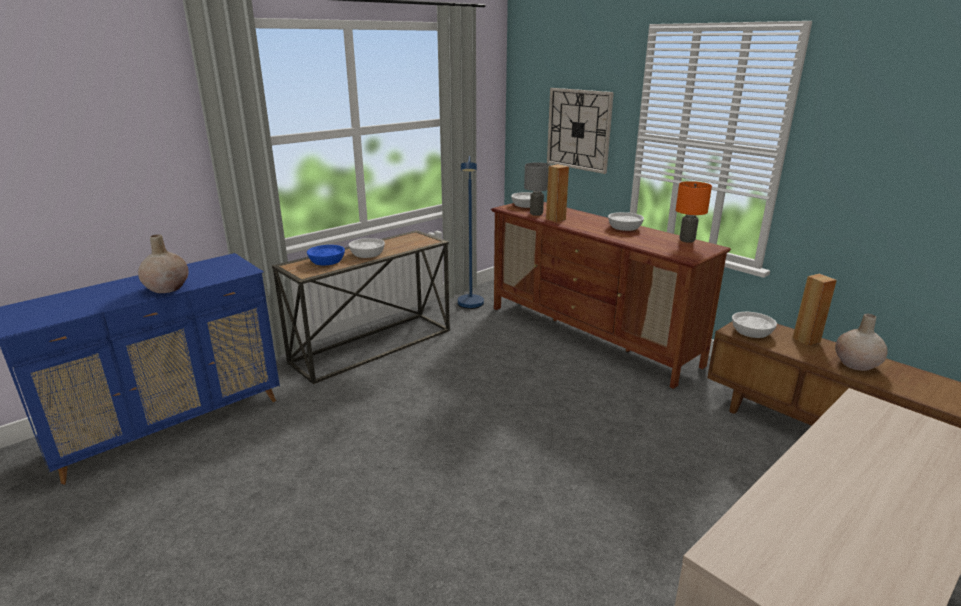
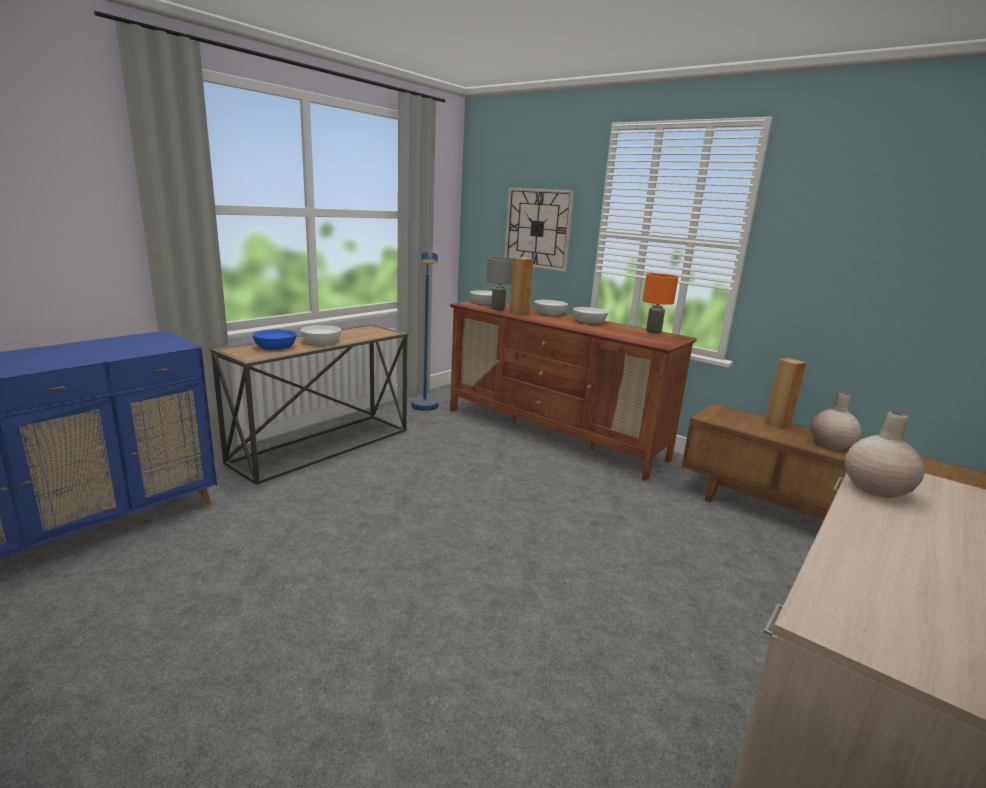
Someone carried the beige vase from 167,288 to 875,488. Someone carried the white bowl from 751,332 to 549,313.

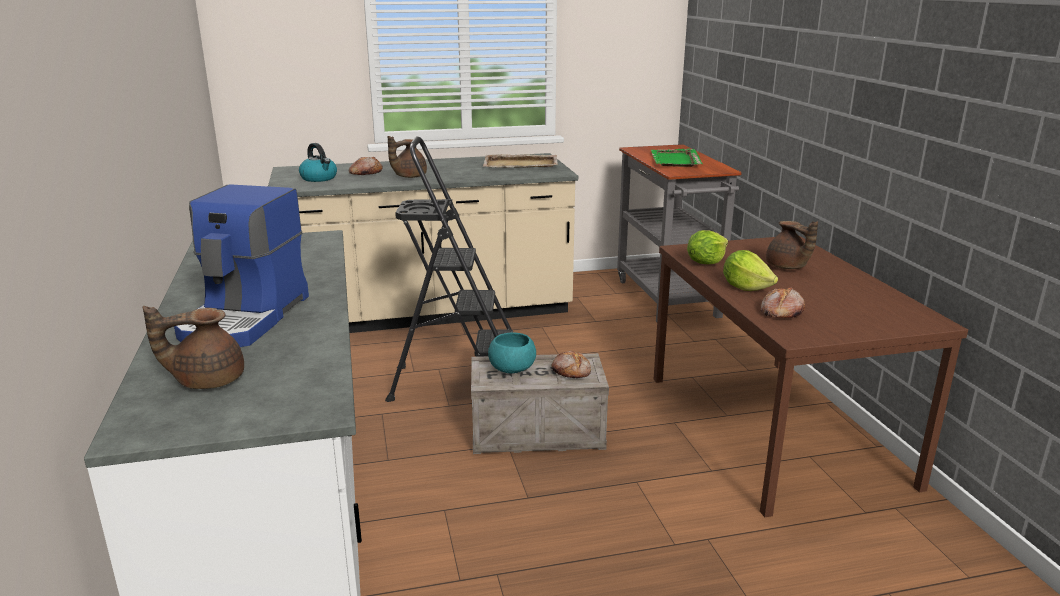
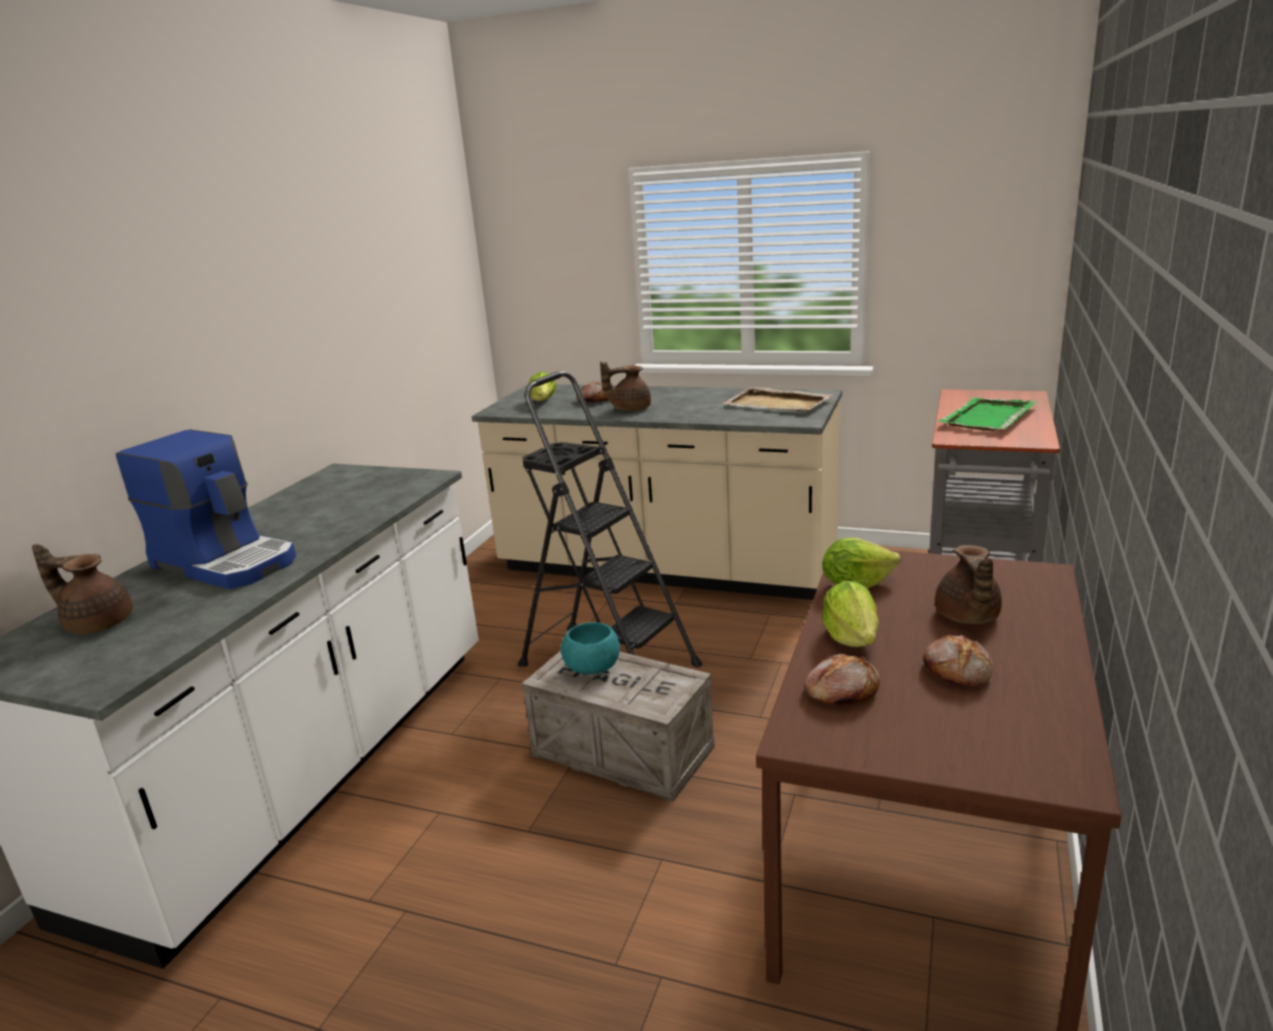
Someone rotated the coffee machine at 247,318 by 105 degrees counterclockwise. Someone swapped the kettle at 319,178 for the lettuce at 543,402. Someone carried the bread from 571,371 to 958,670.

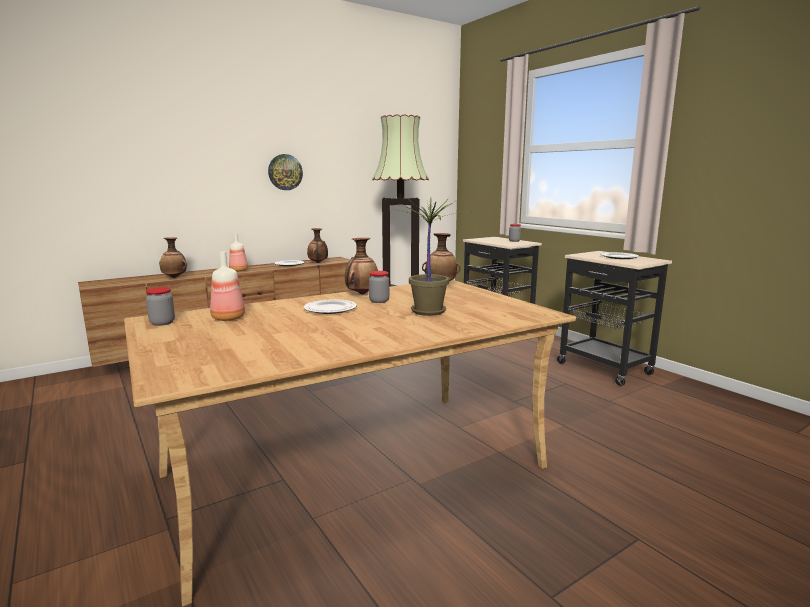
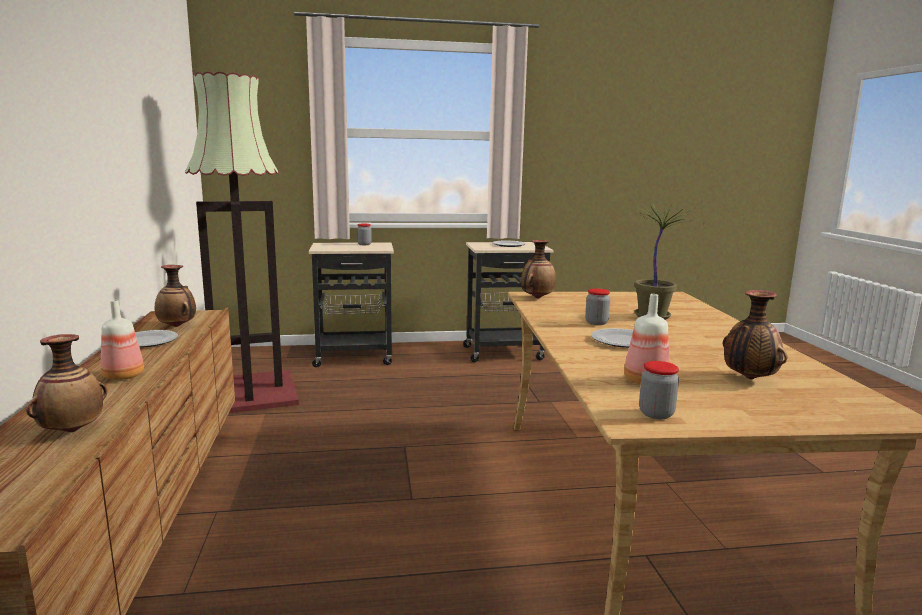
Someone took away the wall clock at 285,172. Someone carried the vase from 361,294 to 748,378.

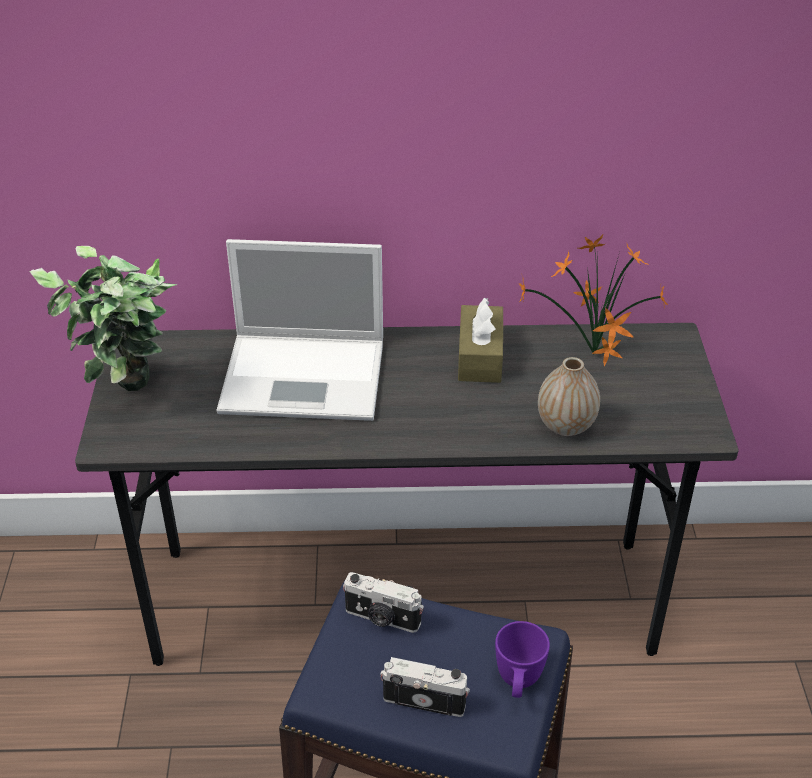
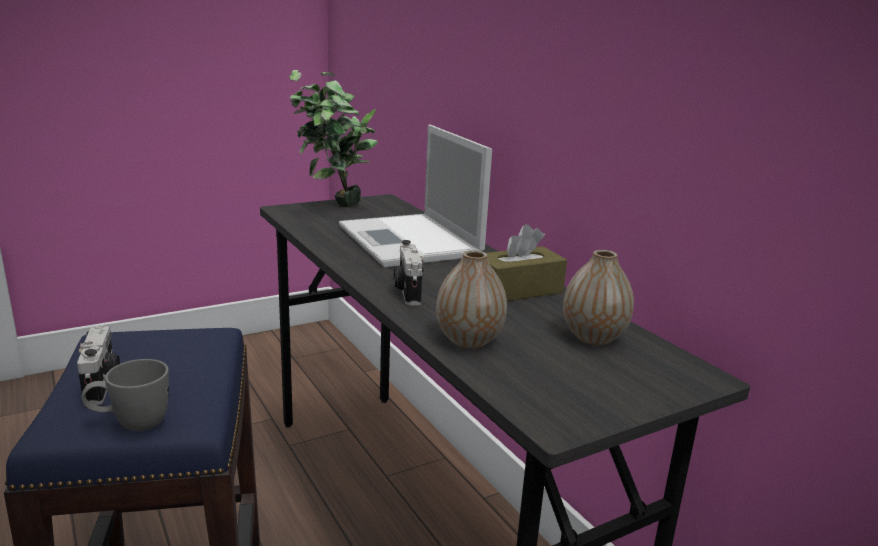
Someone carried the photo camera from 382,618 to 407,291. Someone repainted the purple mug at 518,684, which became the grey mug at 131,425. Someone swapped the potted plant at 593,357 for the vase at 593,337.

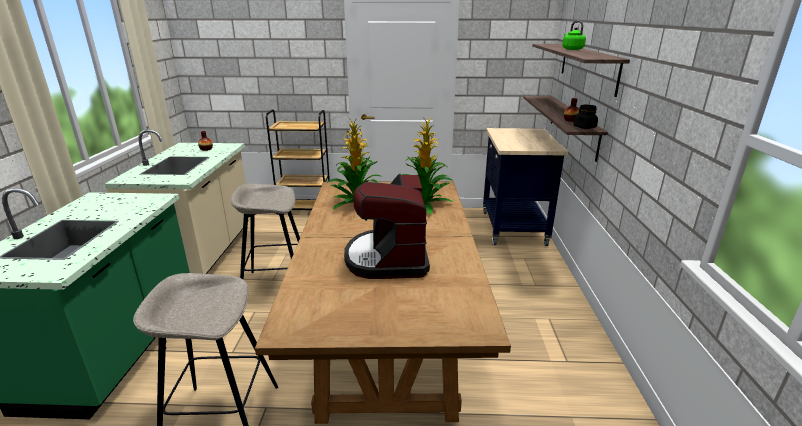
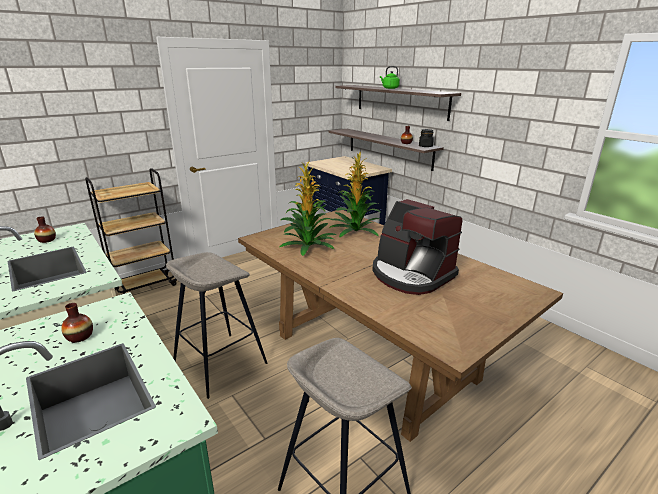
Someone put down the vase at 80,336.

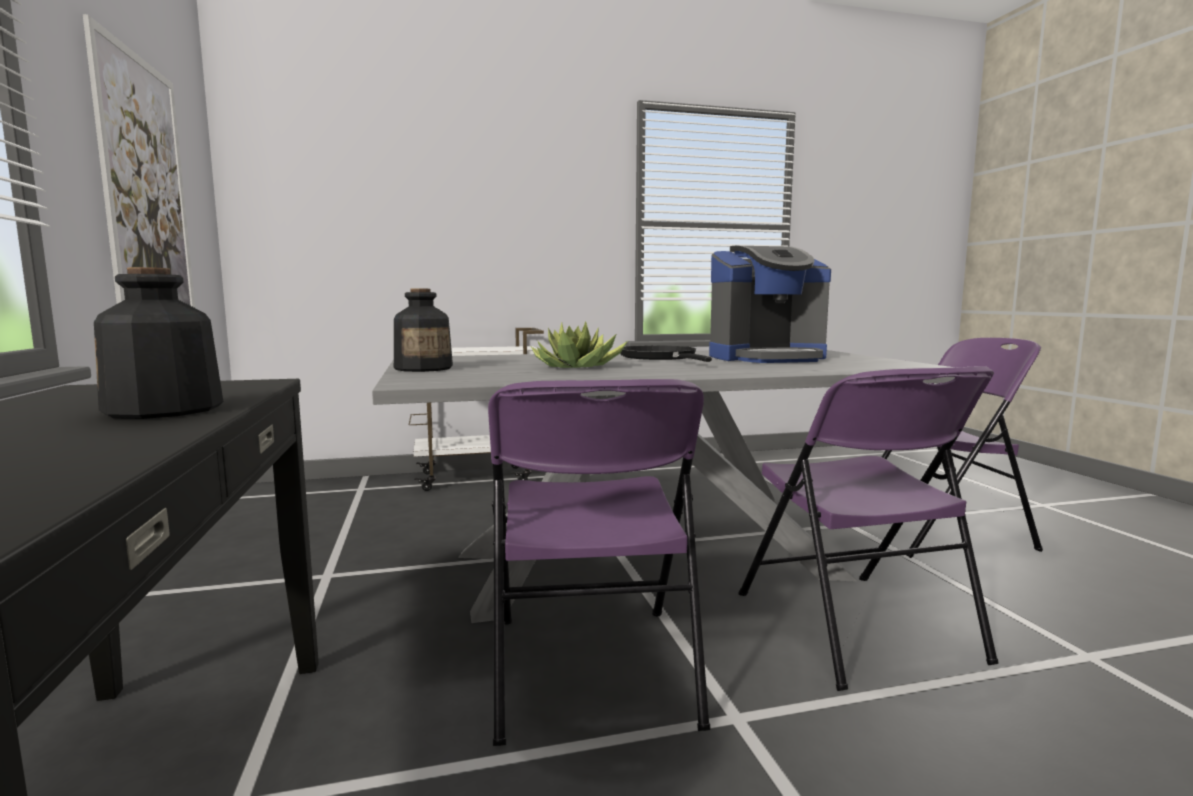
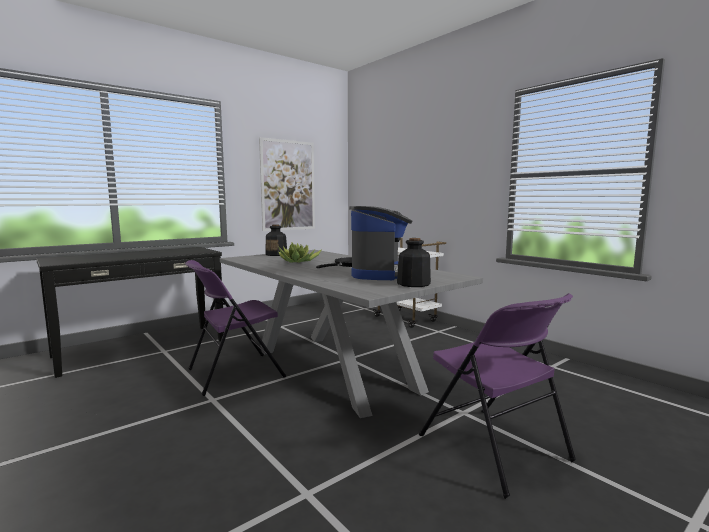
Someone carried the bottle from 164,410 to 413,284. Someone rotated the coffee machine at 766,358 by 135 degrees counterclockwise. Someone took away the purple chair at 854,626.

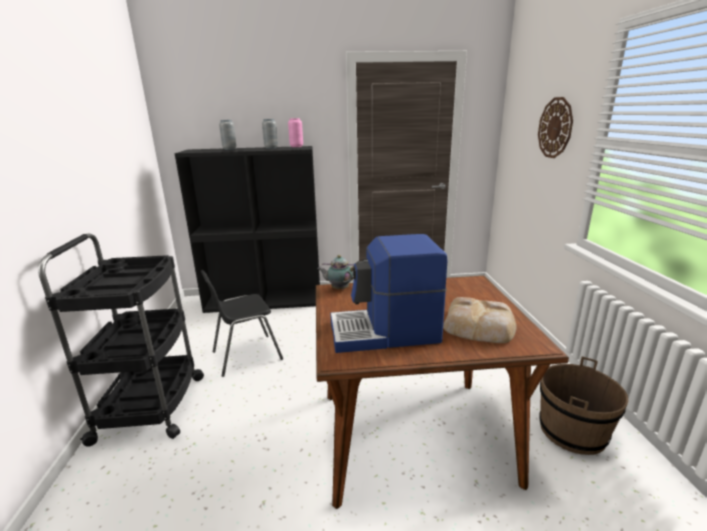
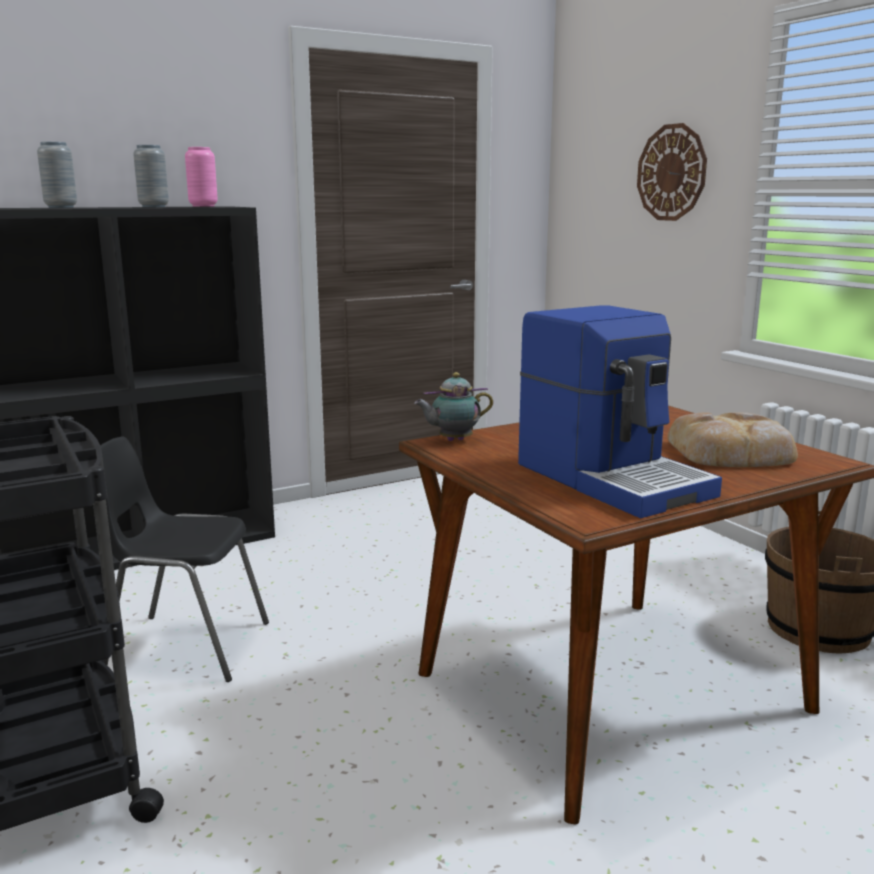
Someone rotated the black chair at 246,355 by 60 degrees clockwise. Someone rotated the coffee machine at 385,332 by 90 degrees counterclockwise.

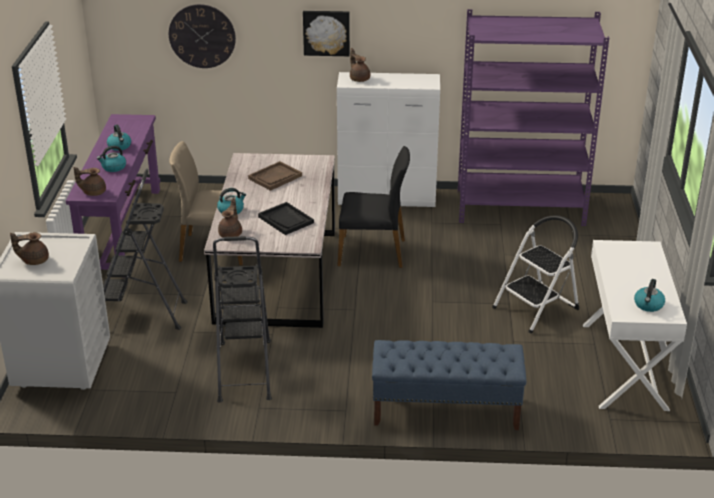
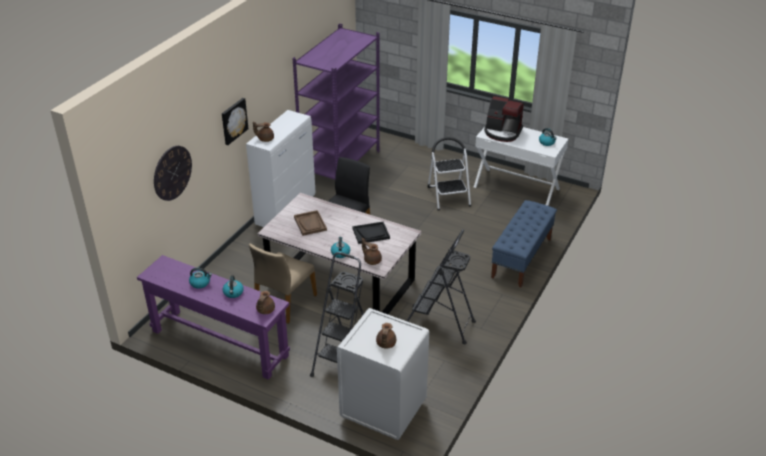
Someone put down the coffee machine at 502,132.

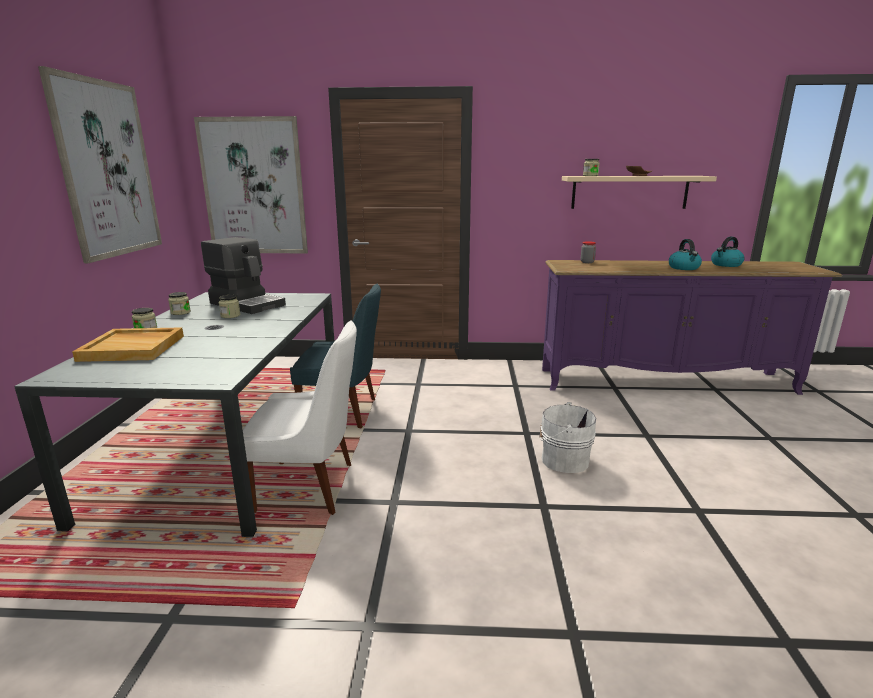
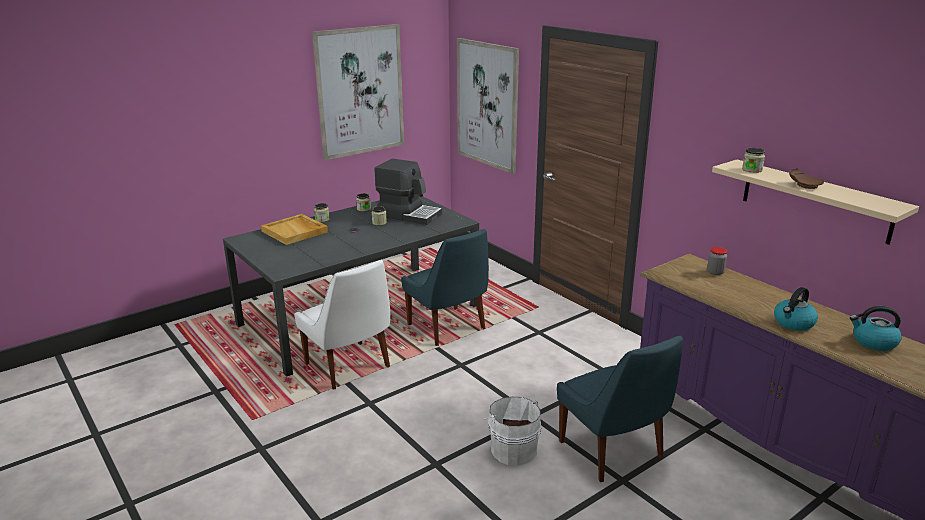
Someone rotated the coffee machine at 247,304 by 60 degrees counterclockwise. Someone put down the blue chair at 613,452.

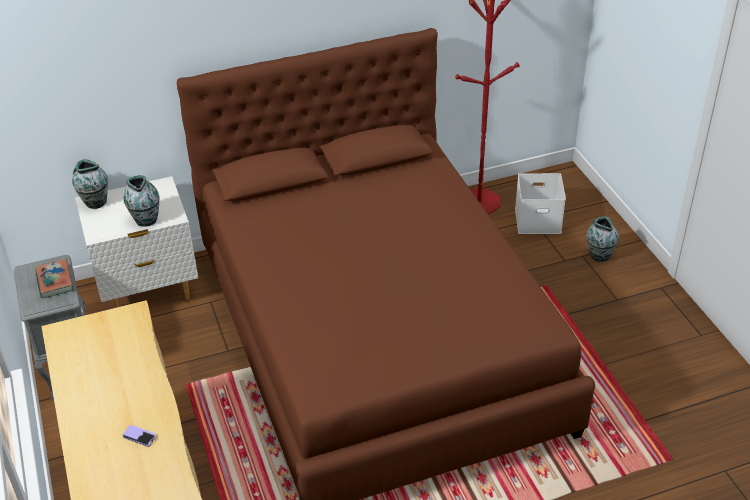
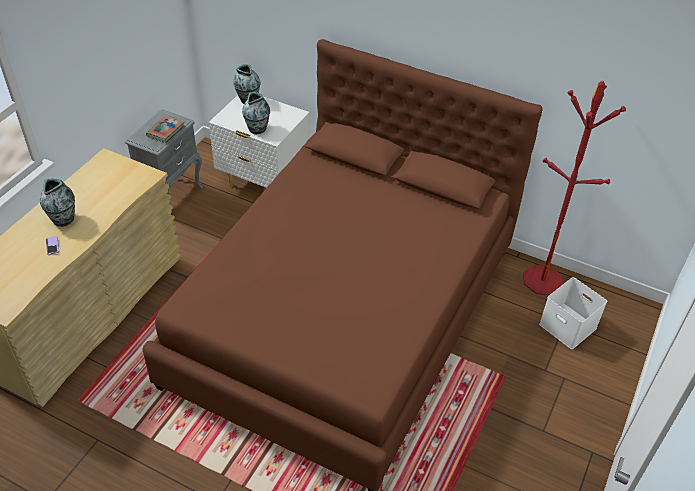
Someone carried the vase from 599,255 to 63,219.

